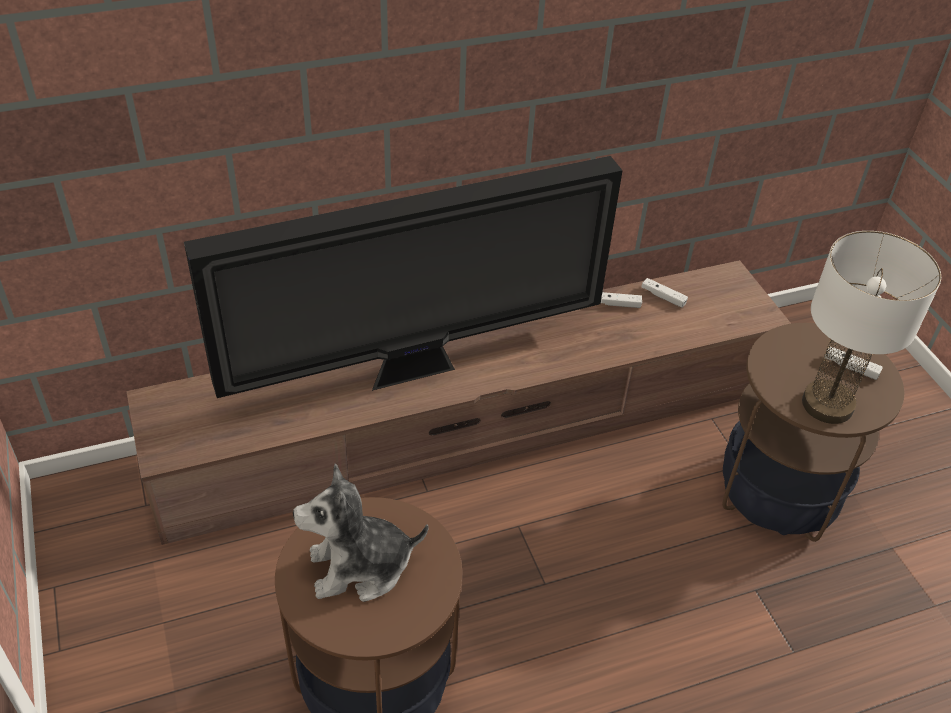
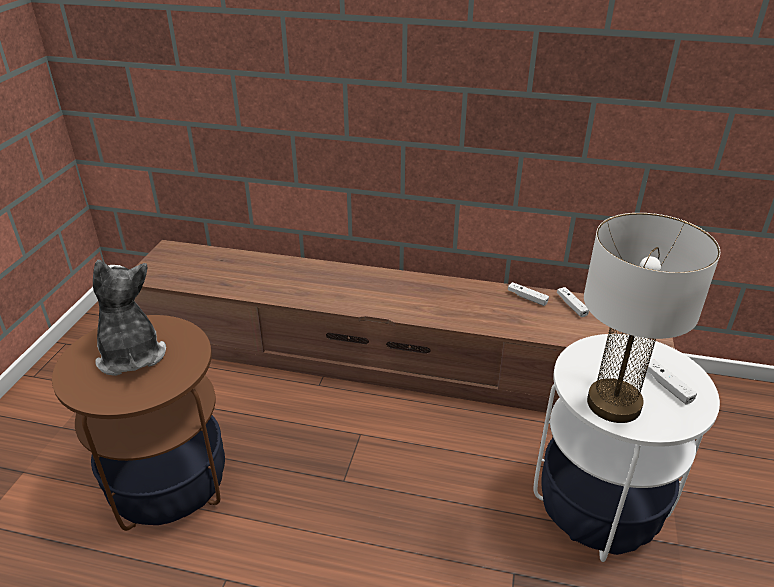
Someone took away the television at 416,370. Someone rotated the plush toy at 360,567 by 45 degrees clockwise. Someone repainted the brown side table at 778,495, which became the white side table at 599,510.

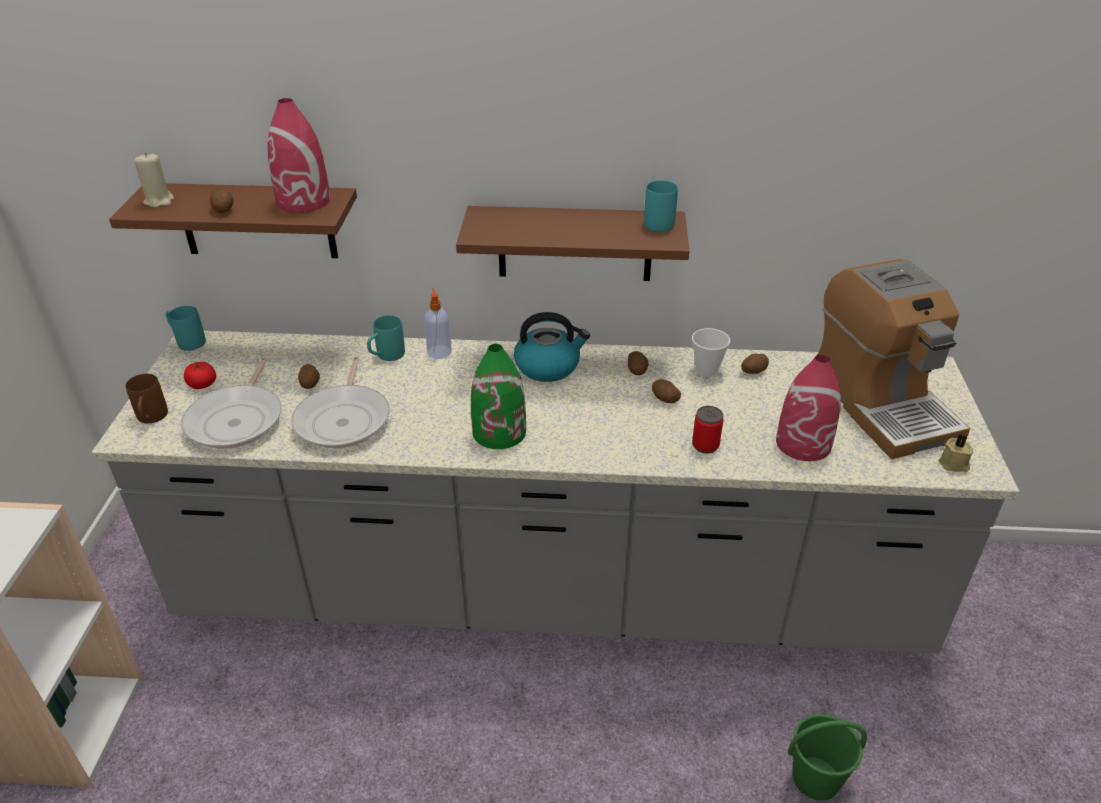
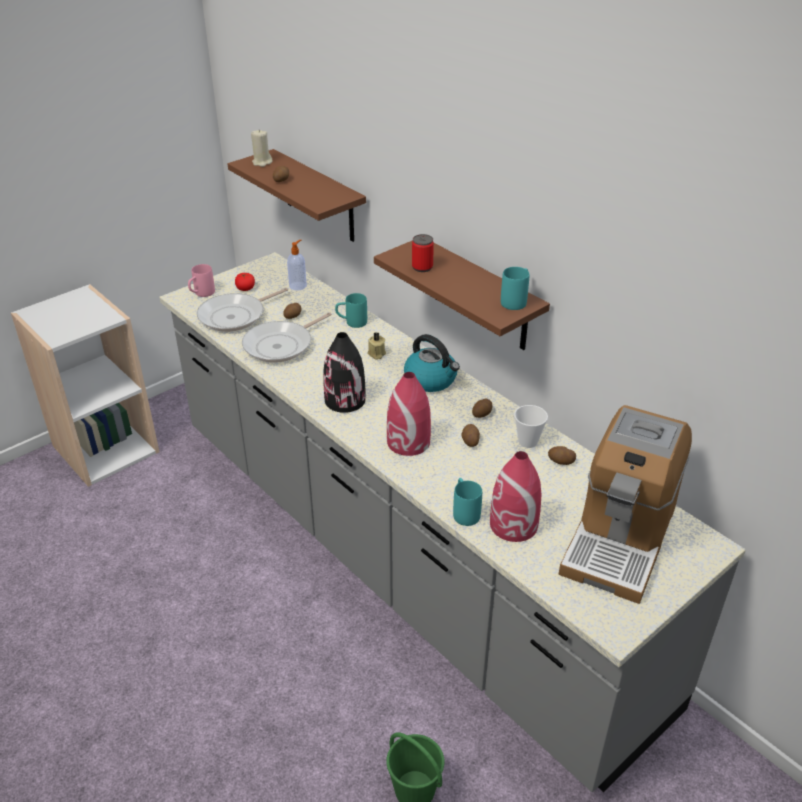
Someone repainted the brown mug at 151,419, which became the pink mug at 201,294. Someone carried the turquoise mug from 187,341 to 464,511. Someone carried the red vase from 304,201 to 408,442. Someone carried the soap dispenser from 439,352 to 298,286. Someone repainted the green vase at 500,432, which became the black vase at 345,400. Someone carried the can from 705,445 to 422,267. Someone carried the beige candle from 954,464 to 376,354.

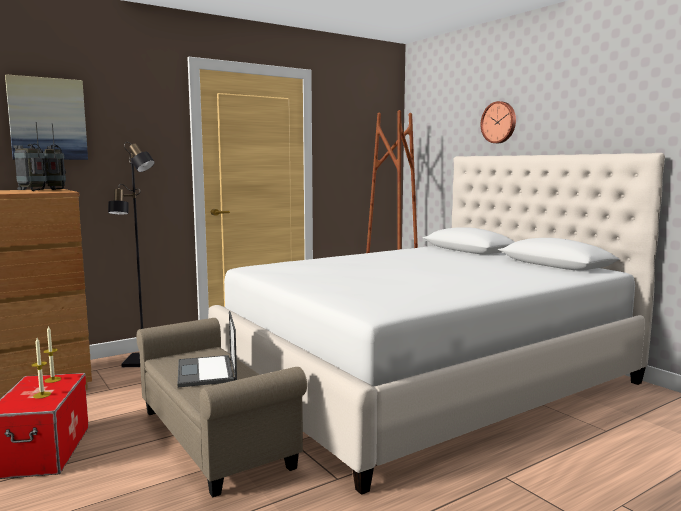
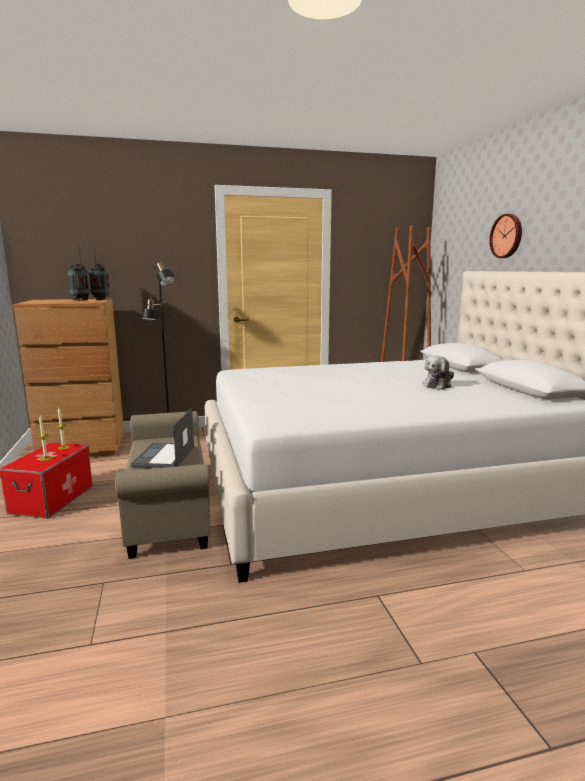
Someone took away the picture at 47,119. Someone put down the plush toy at 437,385.

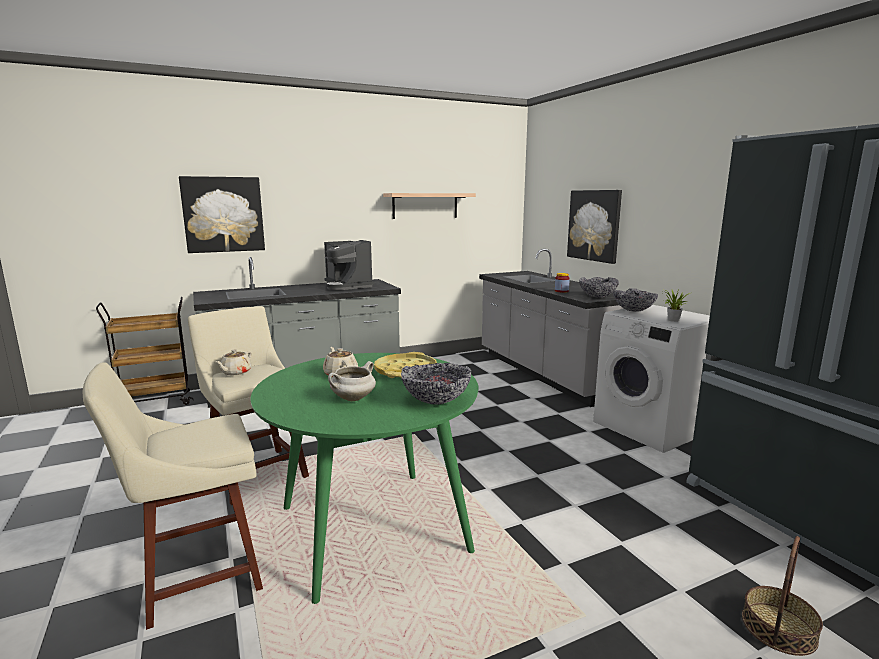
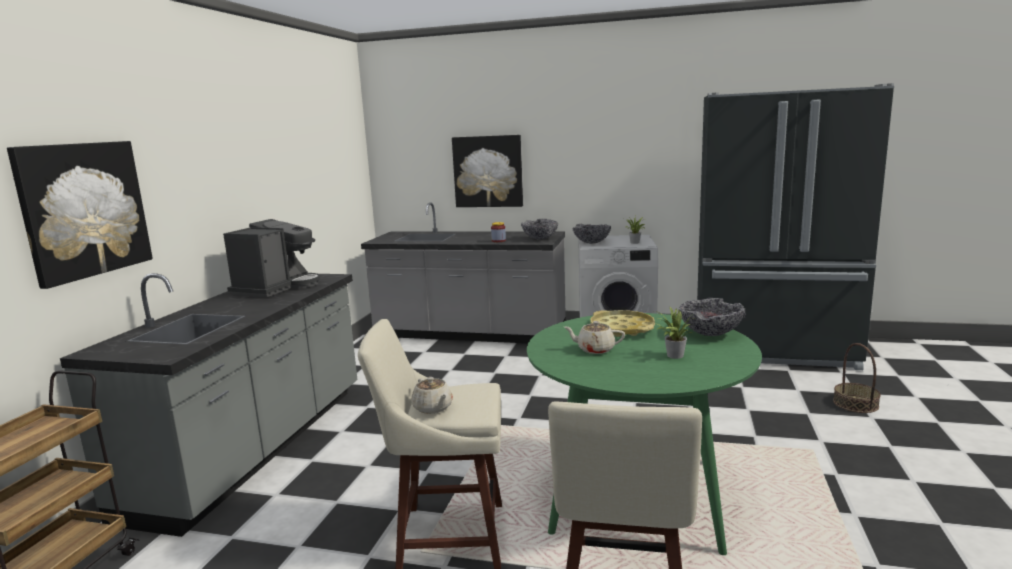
Someone rotated the coffee machine at 347,286 by 75 degrees counterclockwise. Someone swapped the white cooking pot at 353,399 for the potted plant at 673,356. Someone took away the shelf at 425,205.

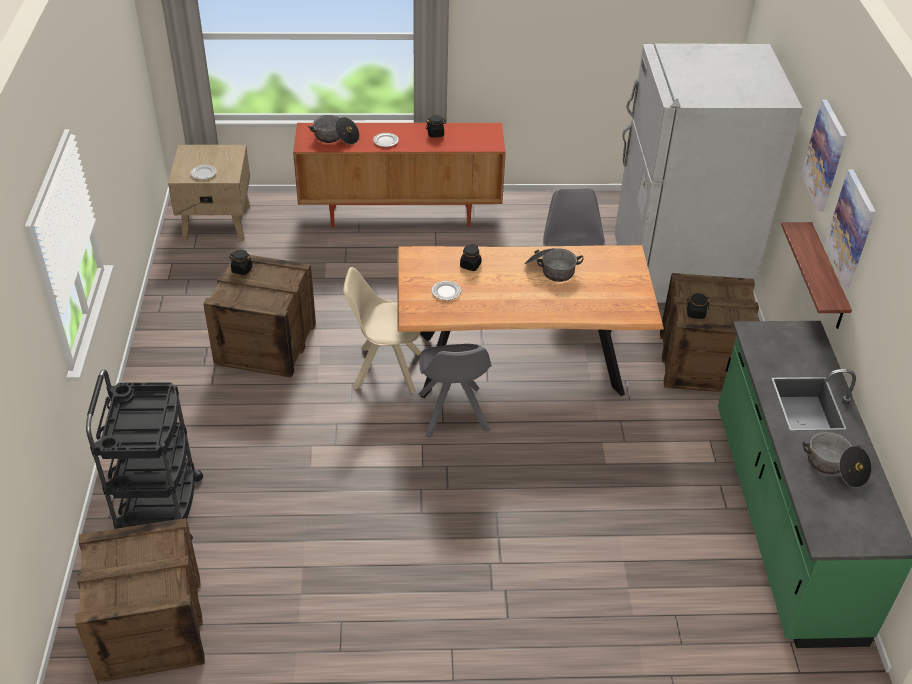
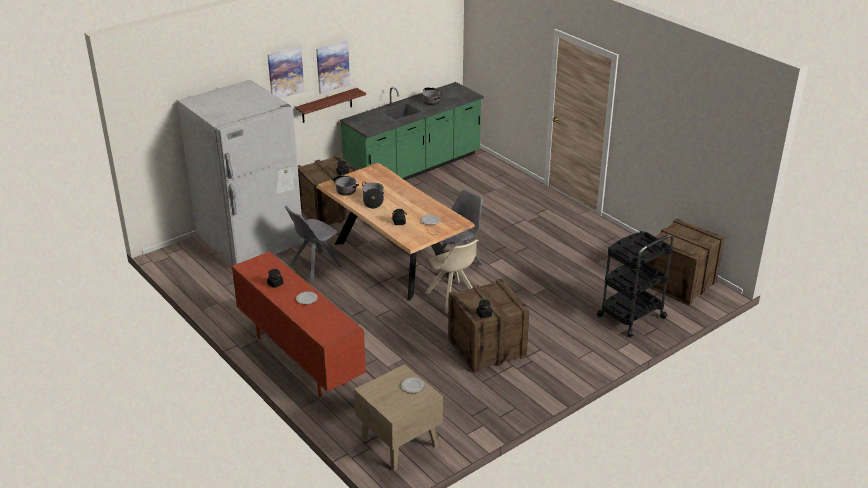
Someone carried the cooking pot from 335,138 to 344,189.

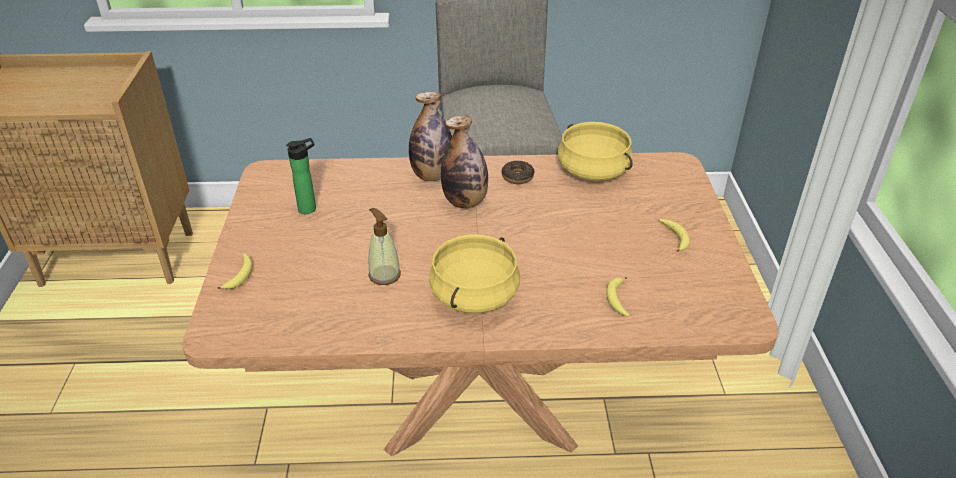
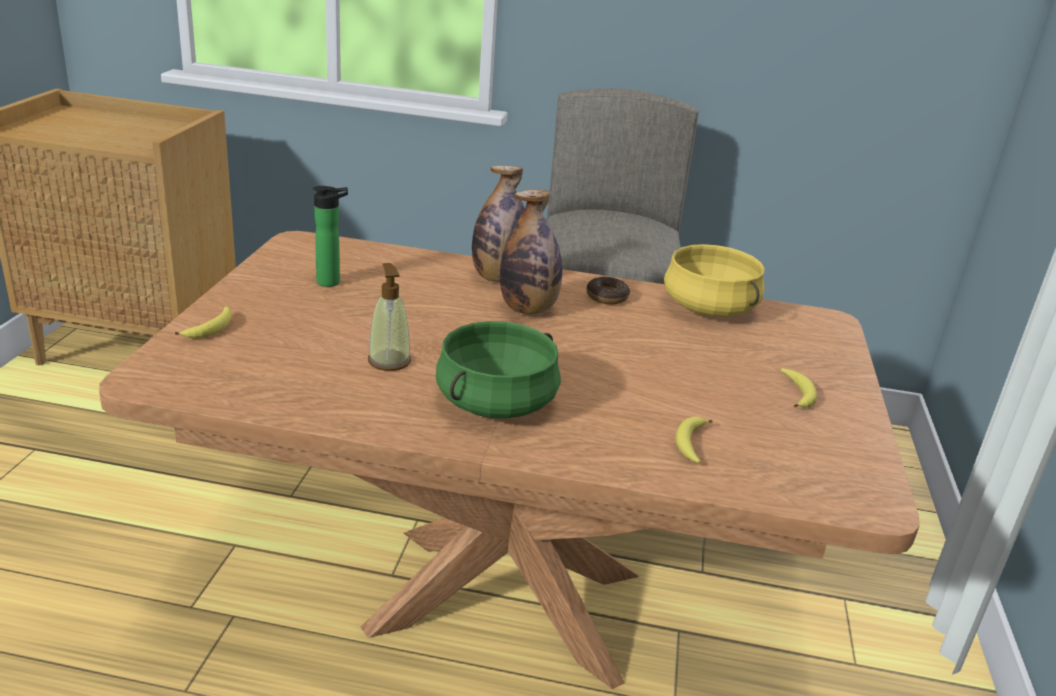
Someone repainted the yellow cooking pot at 475,295, which became the green cooking pot at 496,403.

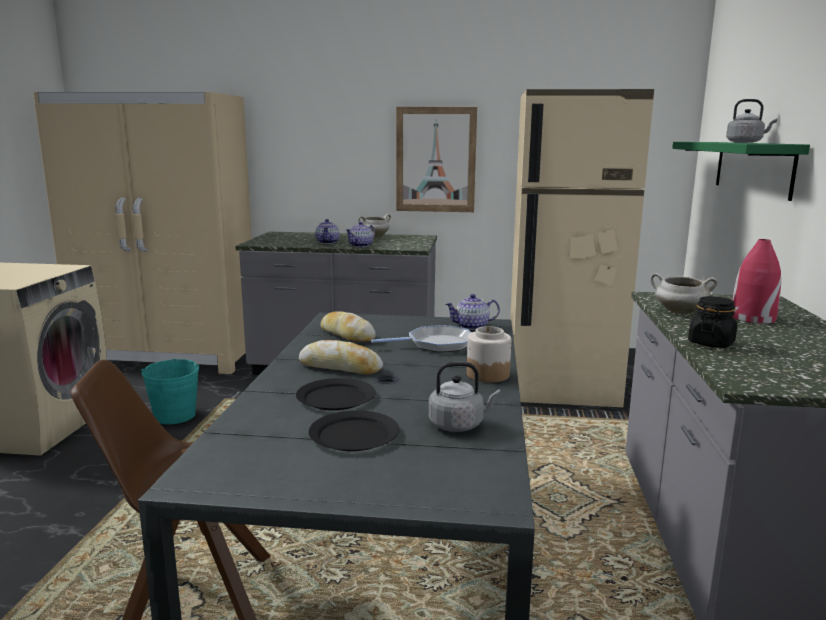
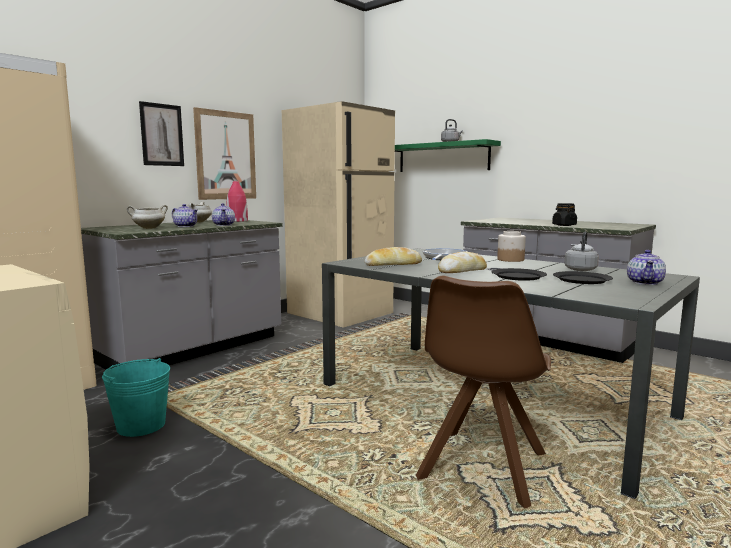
Someone carried the teapot from 472,326 to 645,282. Someone carried the white cooking pot from 678,312 to 148,228. Someone carried the red vase from 752,318 to 237,221. Someone put up the picture at 162,135.

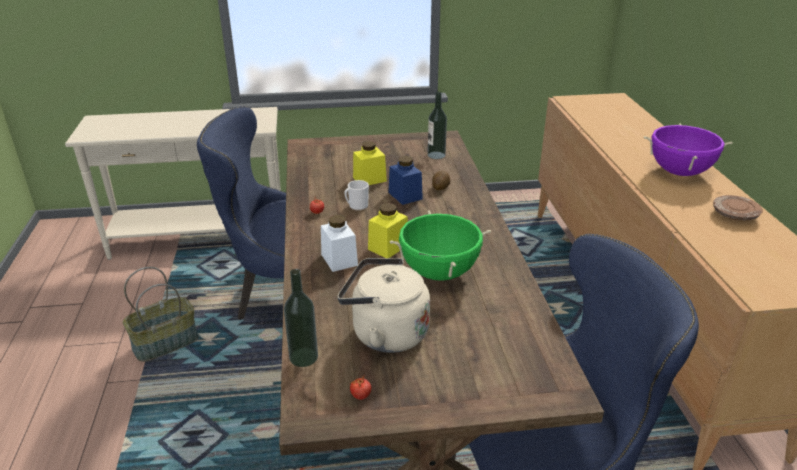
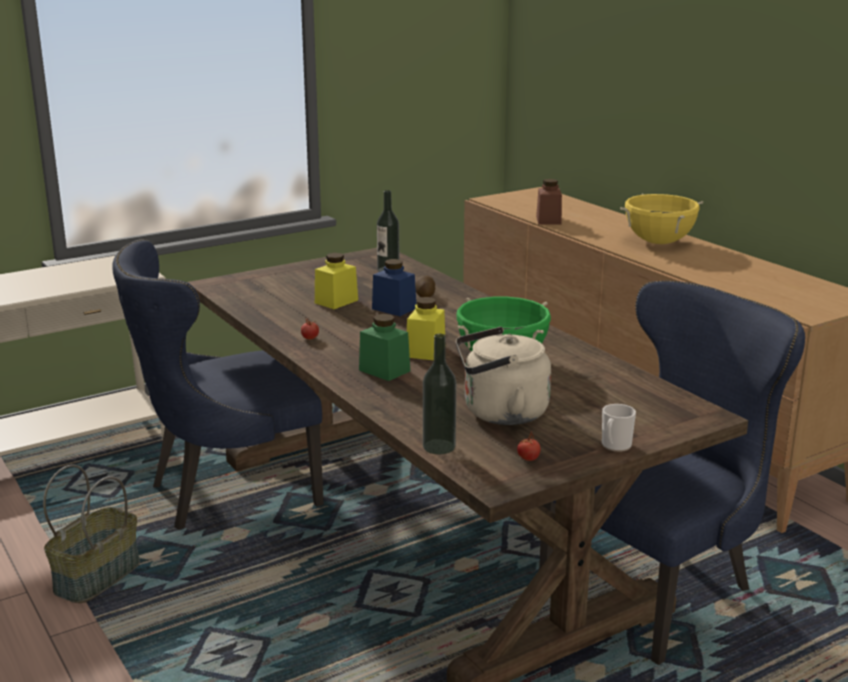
Someone repainted the white jar at 339,260, which became the green jar at 384,370. Someone carried the mug from 356,206 to 615,446. Someone repainted the purple cooking pot at 679,172, which became the yellow cooking pot at 659,242. Someone took away the brown plate at 734,215. Someone put down the brown jar at 548,220.

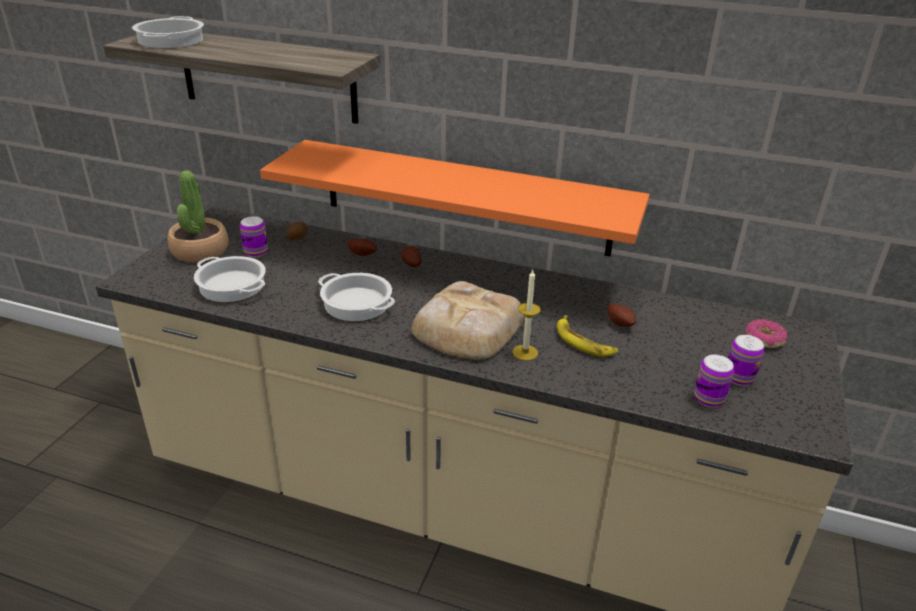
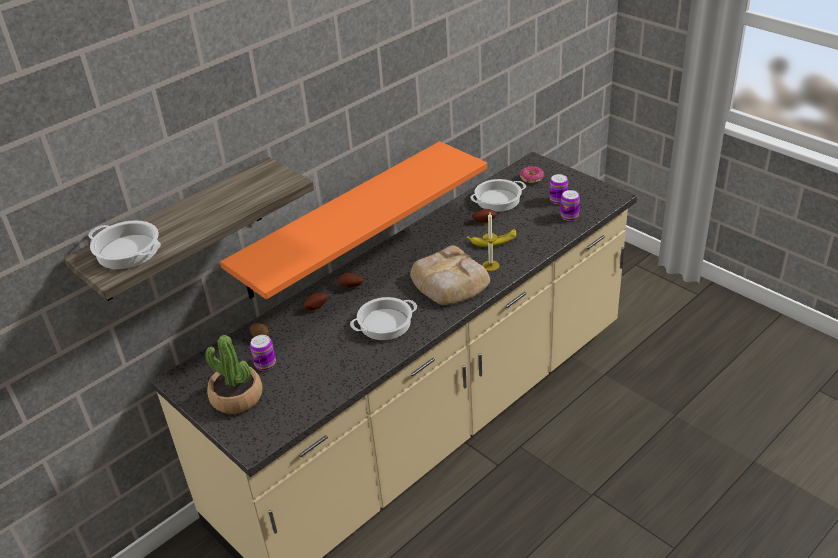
Someone carried the cooking pot from 231,285 to 498,200.

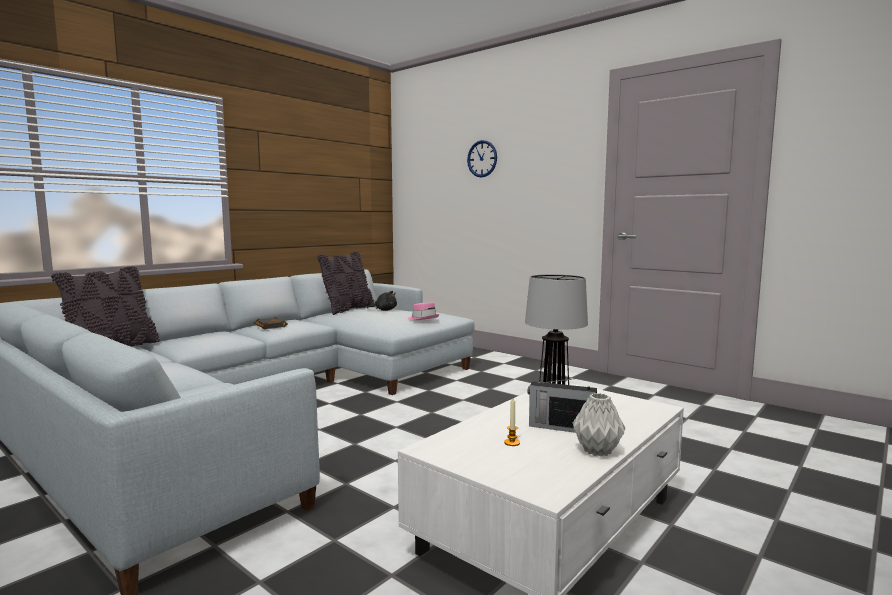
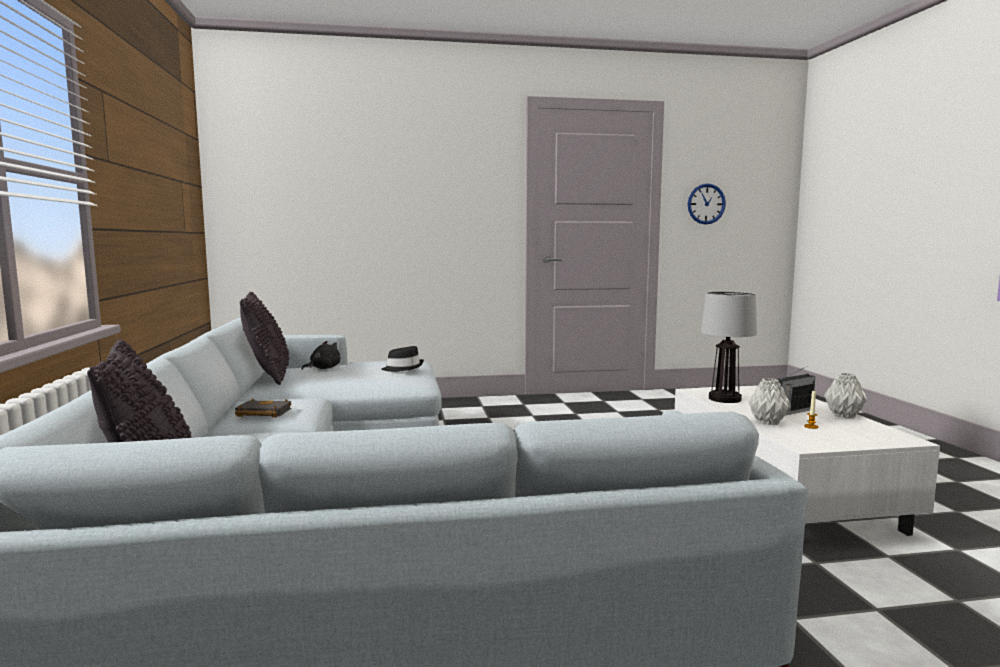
Someone repainted the pink hat at 423,318, which became the black hat at 403,368. Someone carried the wall clock from 482,158 to 706,204. Someone put down the grey vase at 768,422.

